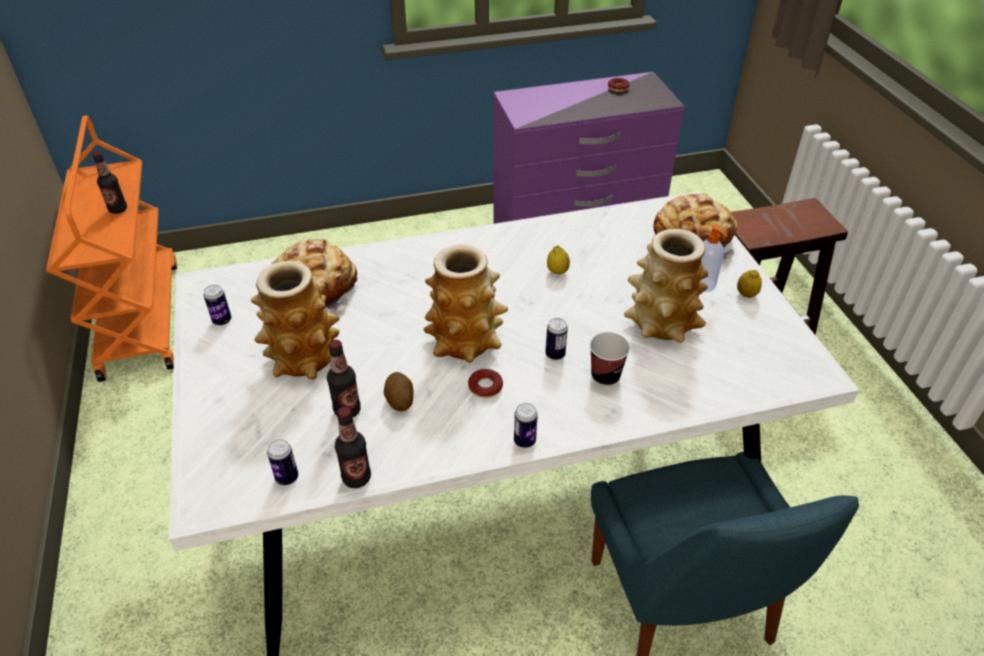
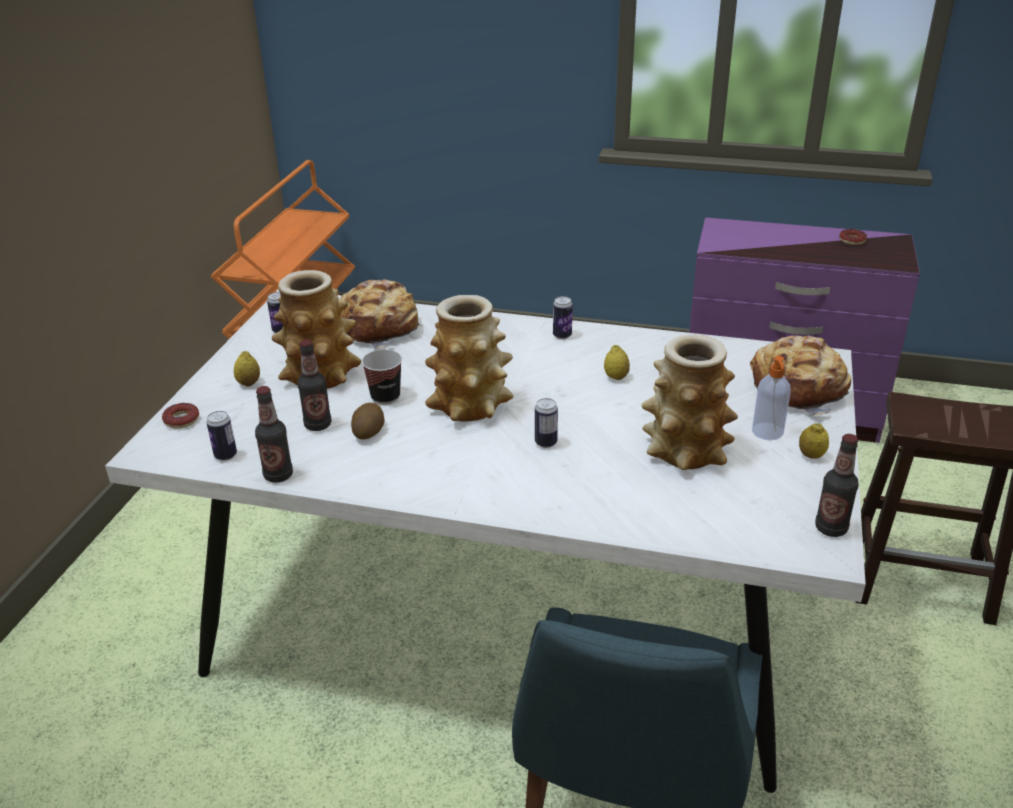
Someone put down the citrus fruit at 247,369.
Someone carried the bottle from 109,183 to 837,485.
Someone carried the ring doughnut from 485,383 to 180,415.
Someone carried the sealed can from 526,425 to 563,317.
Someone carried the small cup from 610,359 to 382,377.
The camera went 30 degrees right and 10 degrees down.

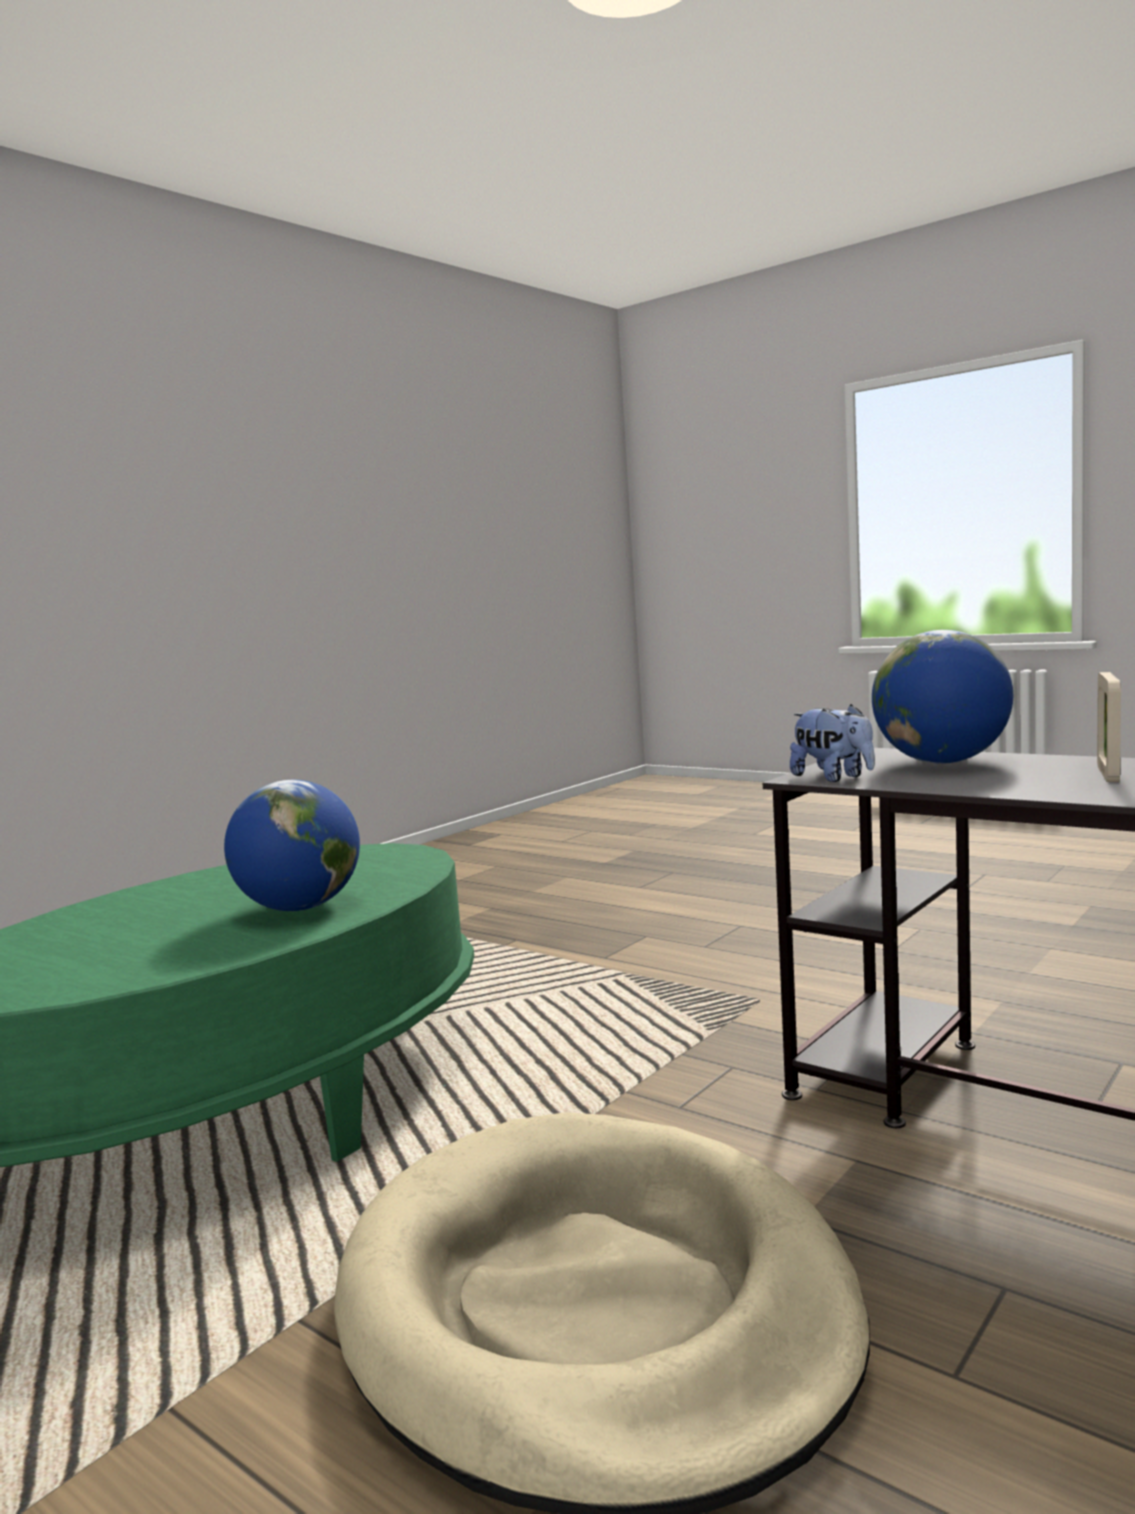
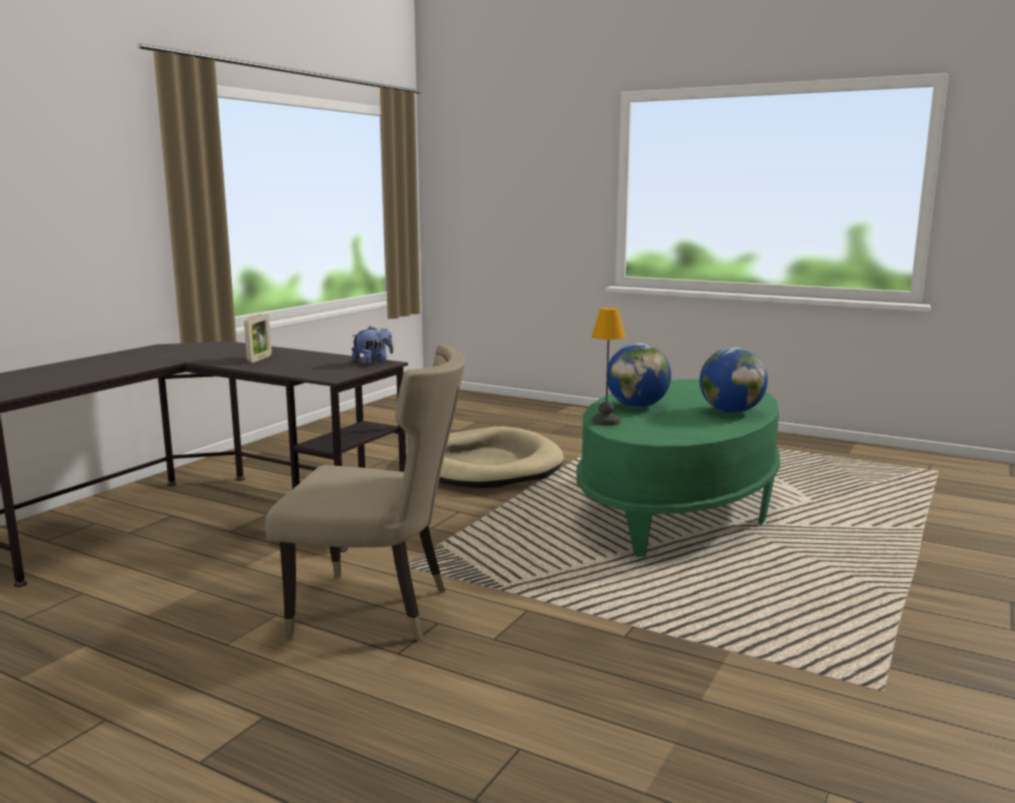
Someone put down the upright chair (sand-coloured) at 365,492.
Someone put down the lamp for a table at 608,366.
Someone carried the desk globe from 942,697 to 734,380.
Someone rotated the soft toy at 832,743 by 90 degrees clockwise.
The camera went 170 degrees right and 5 degrees up.

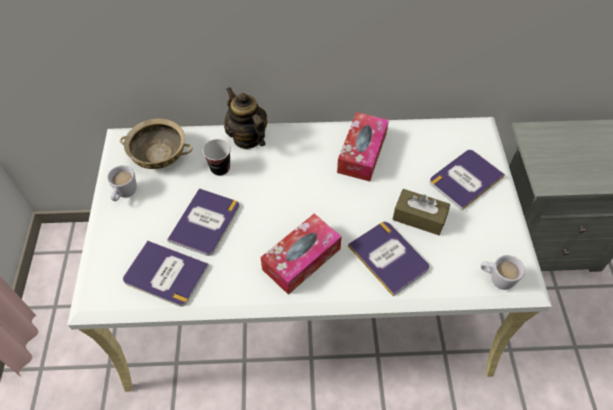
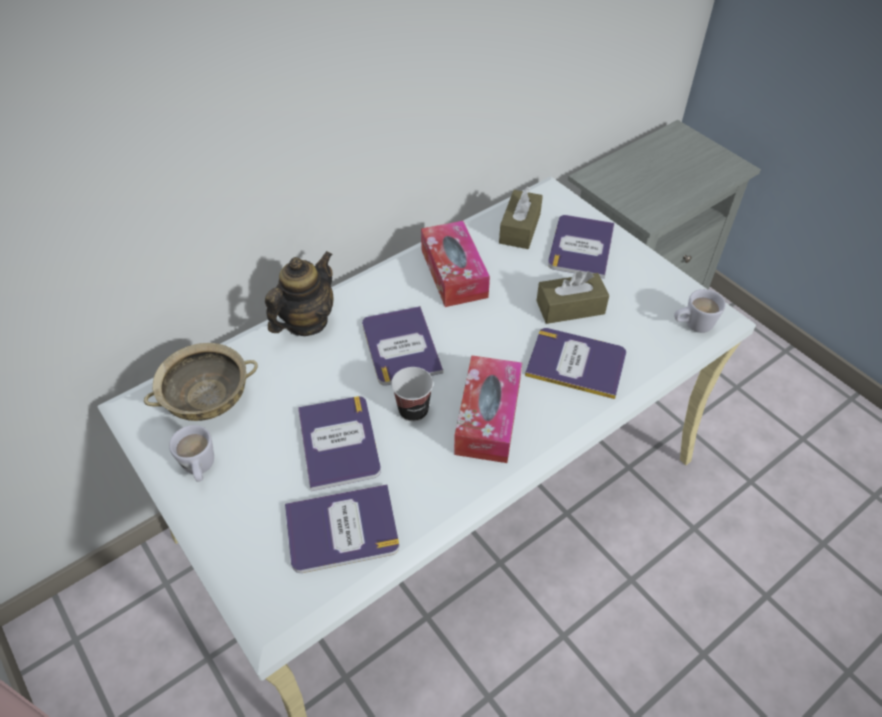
Someone put down the bound book at 402,345.
Someone put down the tissue box (brown) at 521,218.
Someone carried the small cup from 217,157 to 412,394.
Someone rotated the pot for tea at 245,118 by 105 degrees clockwise.
The camera went 35 degrees left and 5 degrees down.

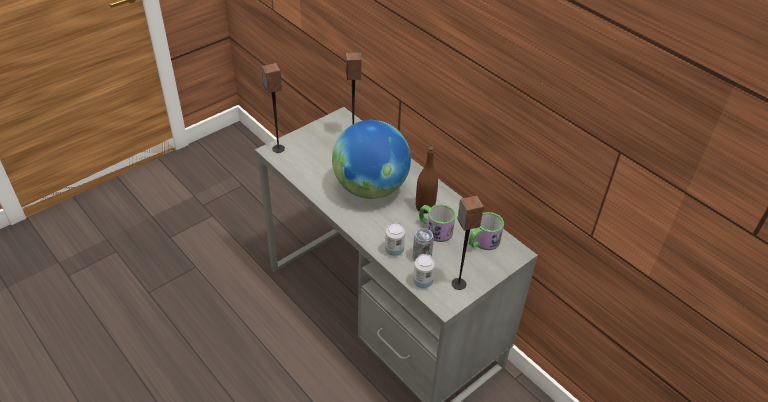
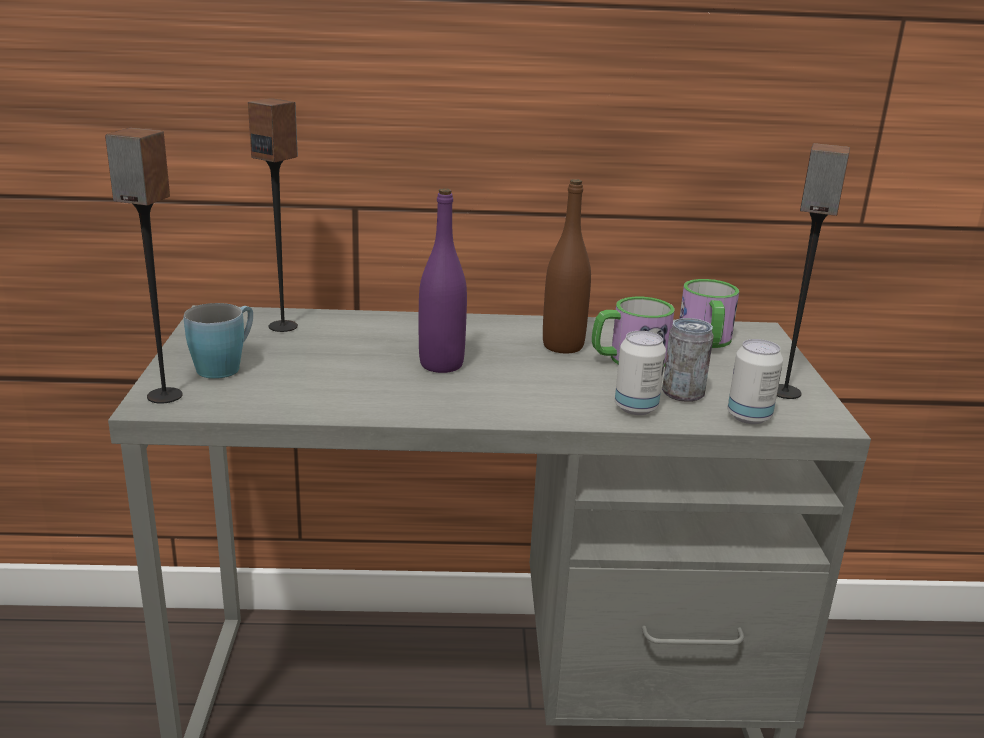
Someone put down the mug (blue) at 218,341.
Someone swapped the desk globe at 371,159 for the bottle (purple-coloured) at 443,280.
The camera went 50 degrees left and 20 degrees down.

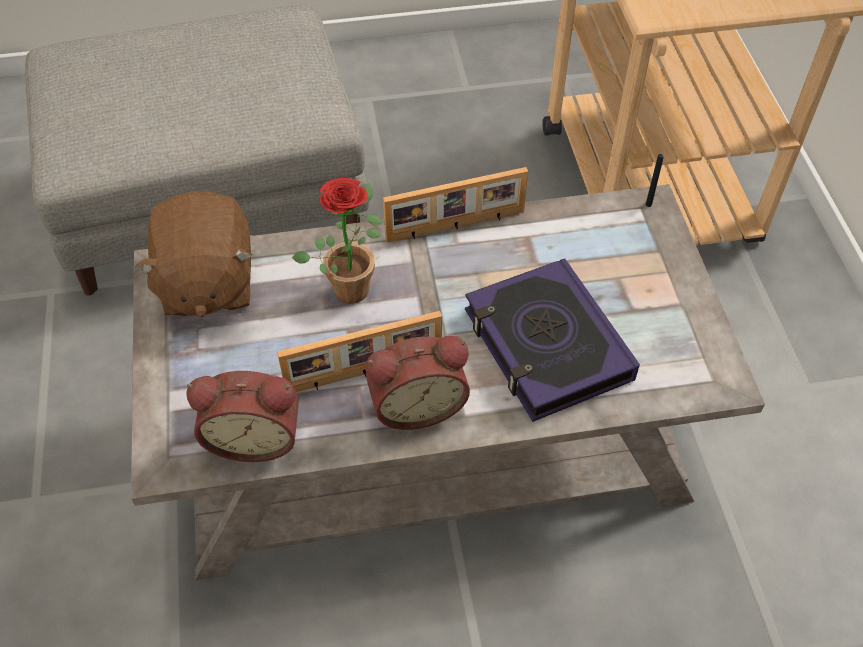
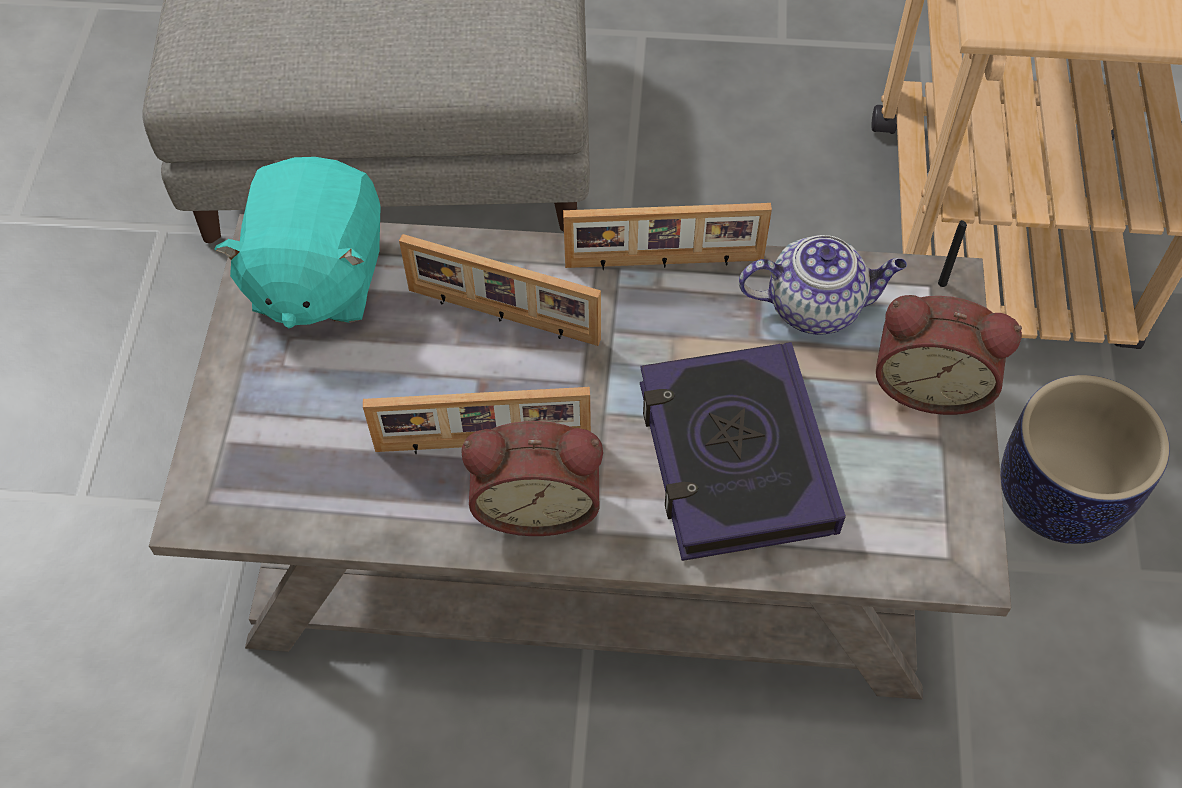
Someone put down the pot for tea at 823,285.
Someone put down the planter at 1085,459.
Someone carried the alarm clock from 242,416 to 949,355.
Someone swapped the potted plant at 337,241 for the picture frame at 500,290.
Someone repainted the soft toy (brown) at 193,254, which became the soft toy (turquoise) at 298,242.
The camera went 15 degrees right and 5 degrees up.

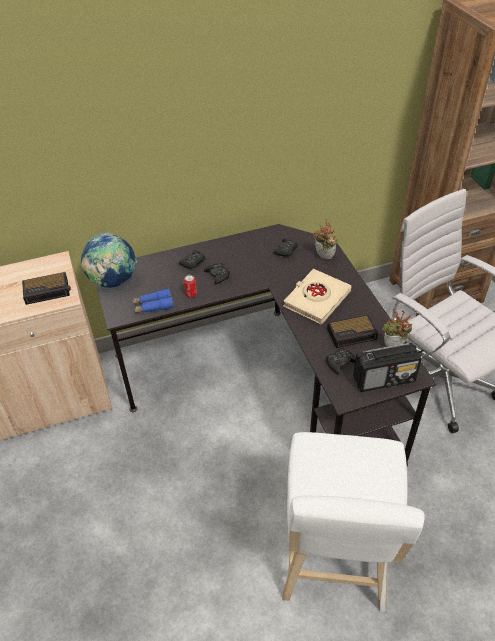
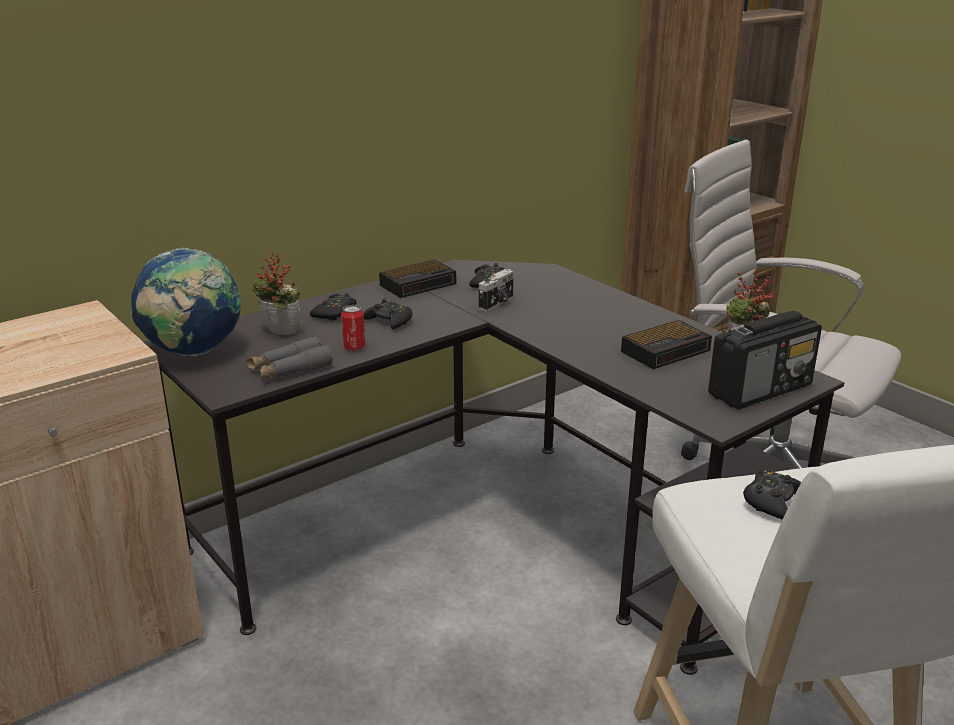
Someone took away the bound book (sand-coloured) at 317,296.
Someone put down the still camera at 496,290.
Someone carried the alarm clock from 46,288 to 417,278.
Someone carried the potted plant from 325,239 to 275,293.
Someone carried the game controller (blackish) from 341,361 to 772,495.
Someone repainted the binoculars (blue) at 153,300, which became the binoculars (gray) at 289,358.
The camera went 20 degrees left and 20 degrees down.

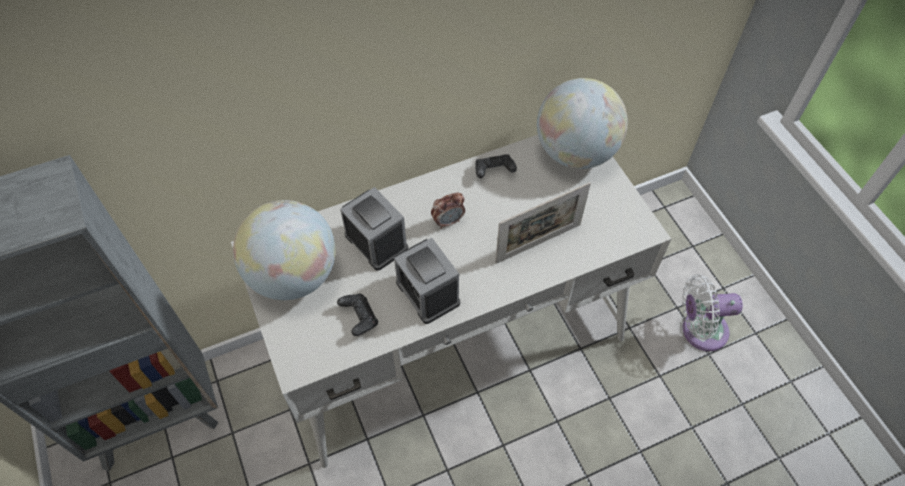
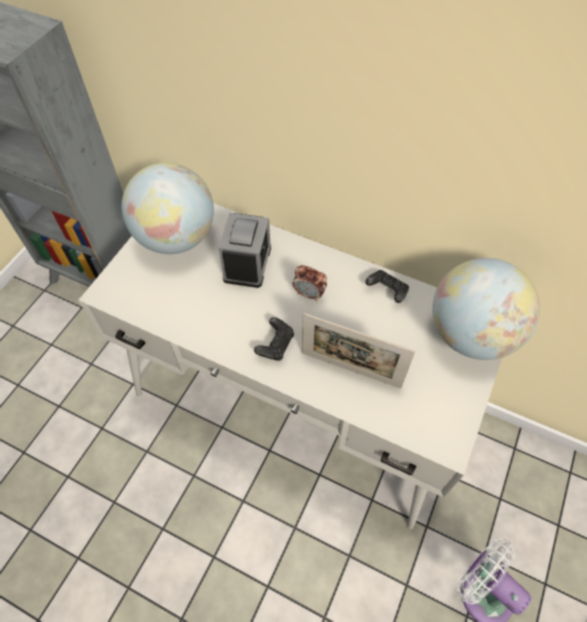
Someone took away the alarm clock at 427,281.
Someone carried the game controller (blackish) from 357,315 to 274,339.
The camera went 50 degrees right and 0 degrees up.

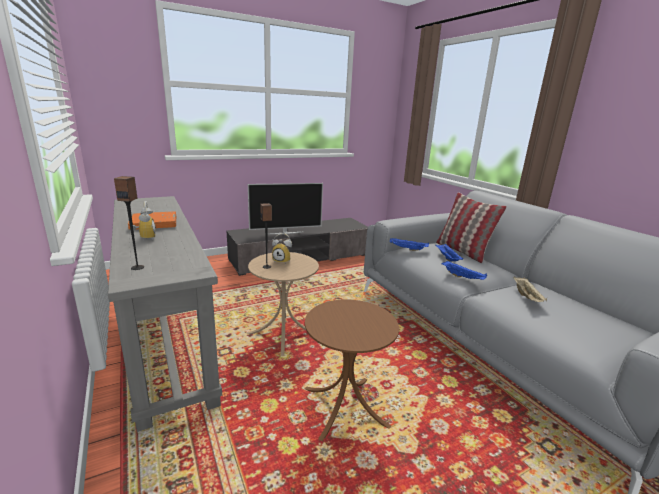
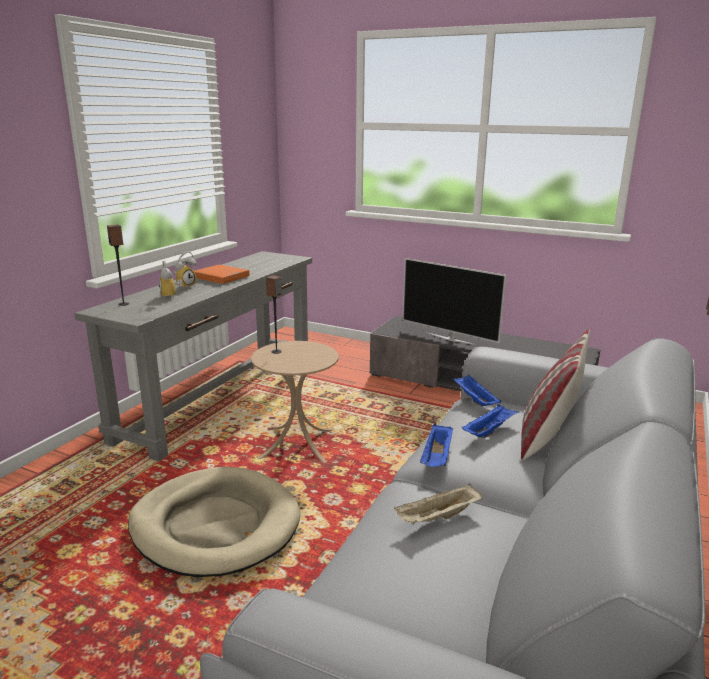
Someone carried the alarm clock from 282,248 to 170,280.
Someone swapped the accent table (brown) at 351,370 for the dog bed (sand-coloured) at 214,522.
The camera went 55 degrees right and 0 degrees up.

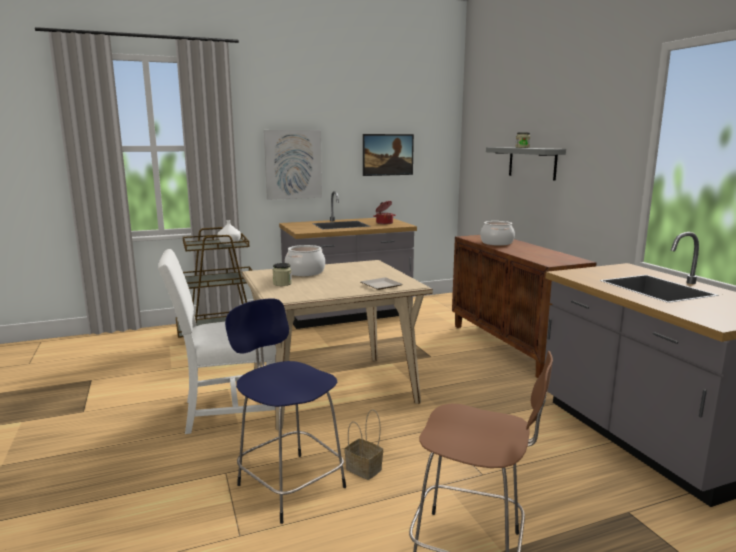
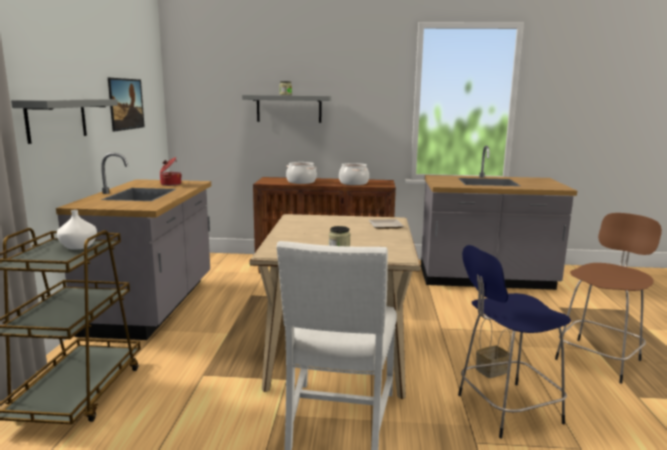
Someone carried the saucepot from 305,260 to 354,174.
Someone swapped the wall picture at 293,165 for the bracket shelf (gray) at 64,121.
The camera went 65 degrees left and 0 degrees up.

